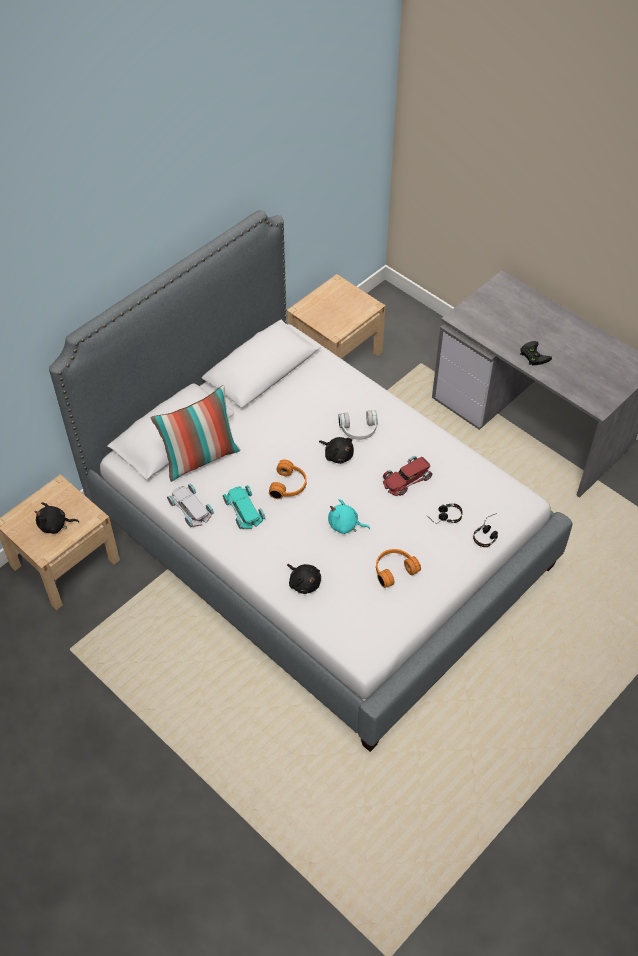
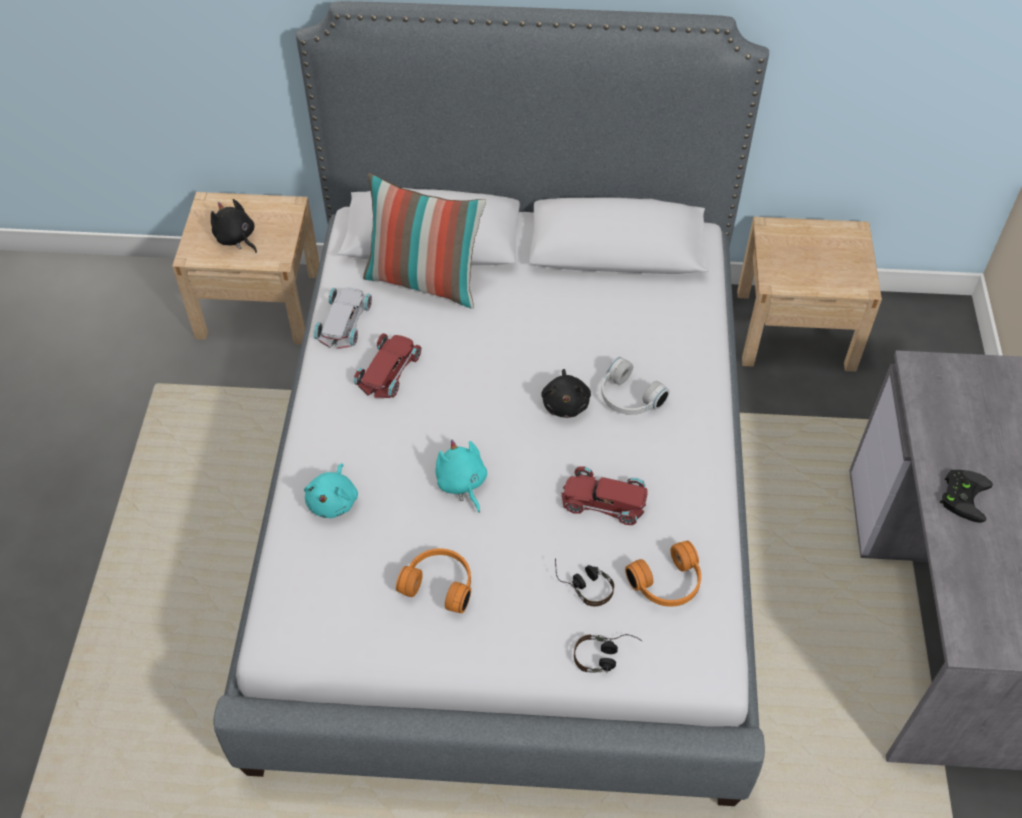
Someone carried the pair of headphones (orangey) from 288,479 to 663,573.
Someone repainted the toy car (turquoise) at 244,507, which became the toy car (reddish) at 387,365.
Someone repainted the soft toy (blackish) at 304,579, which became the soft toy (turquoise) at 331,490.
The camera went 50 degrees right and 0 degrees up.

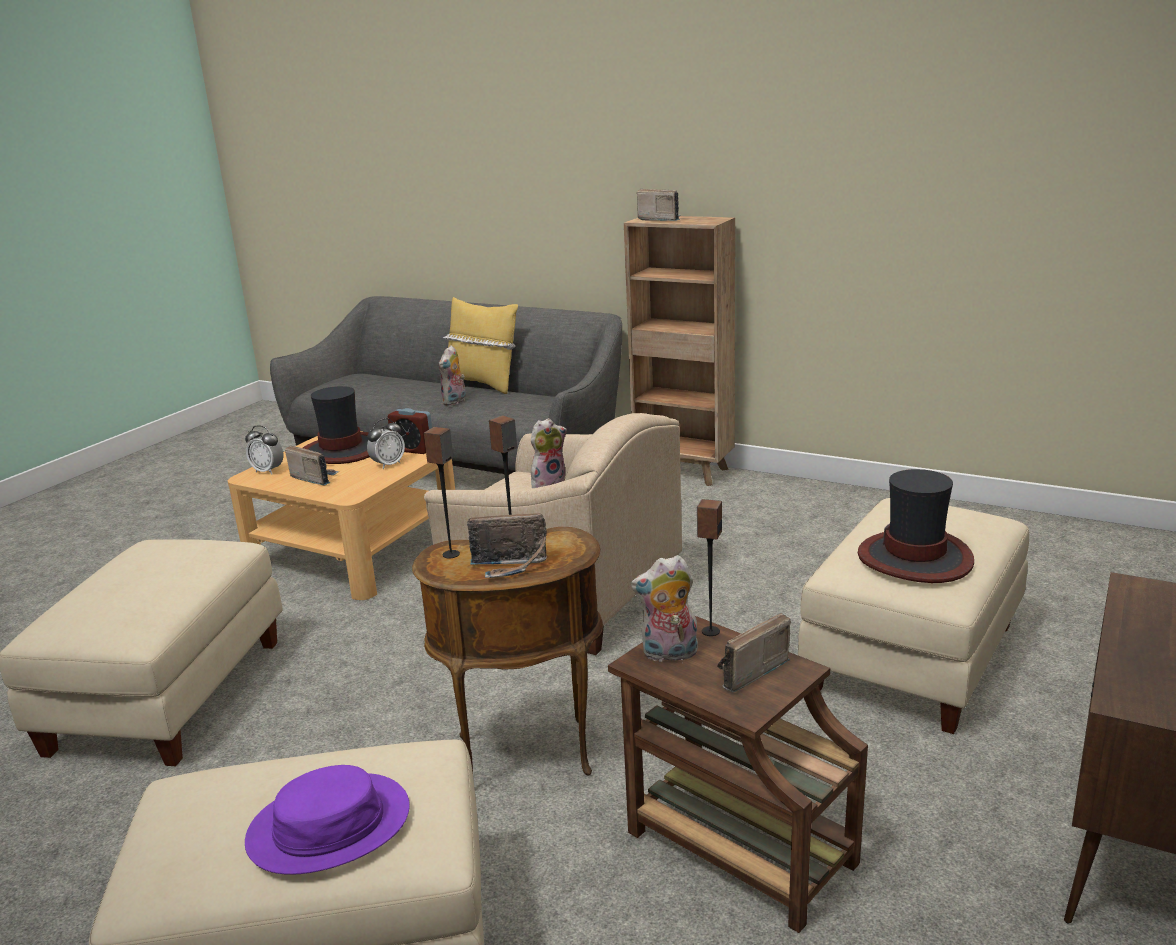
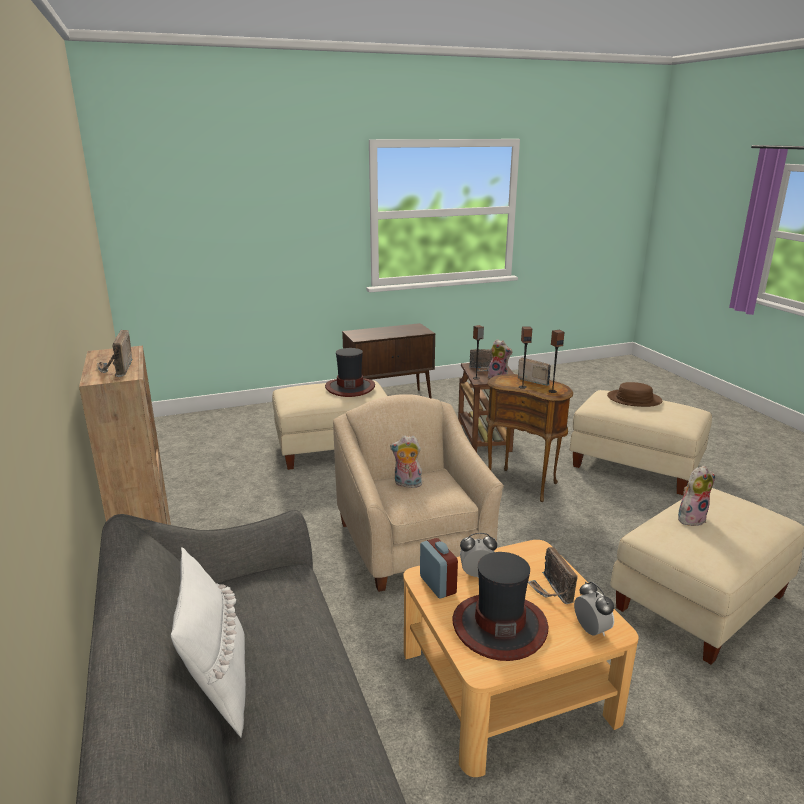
Someone carried the soft toy from 452,375 to 696,496.
Someone repainted the hat (purple-coloured) at 327,820, which became the hat (brown) at 634,394.
Someone repainted the throw pillow (yellow) at 480,345, which became the throw pillow (white) at 208,642.
The camera went 140 degrees left and 0 degrees up.

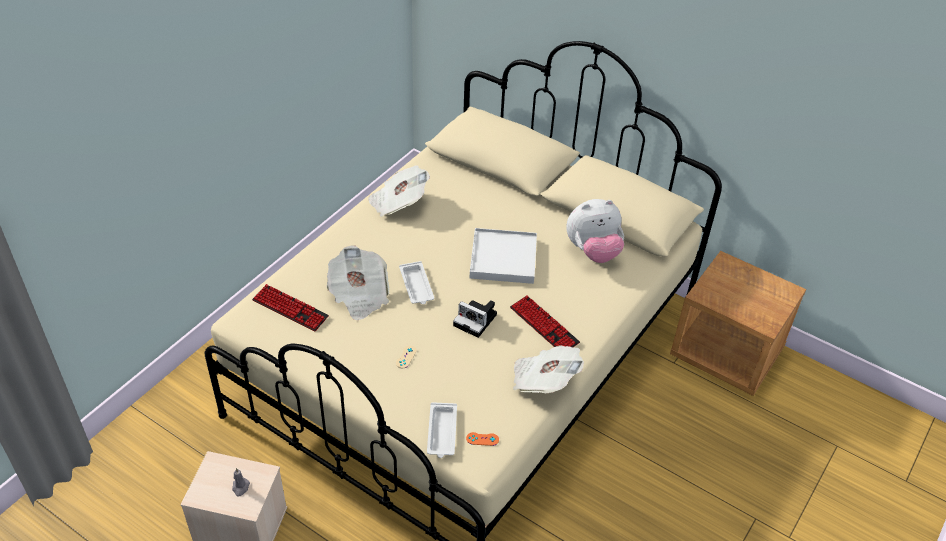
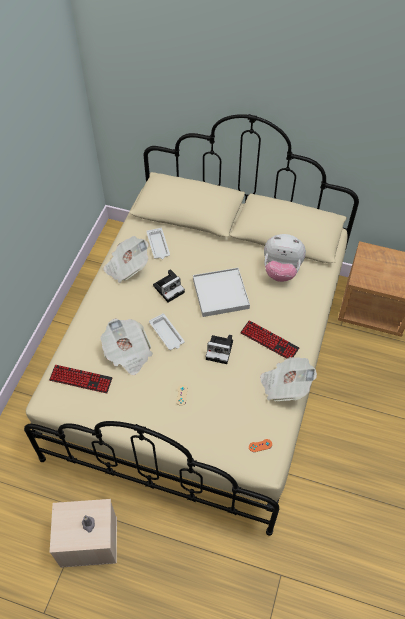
Someone put down the still camera at 169,285.
Someone carried the carrying tray (white) from 442,430 to 158,243.
Someone rotated the soft toy at 595,231 by 45 degrees clockwise.
The camera went 15 degrees left and 10 degrees up.

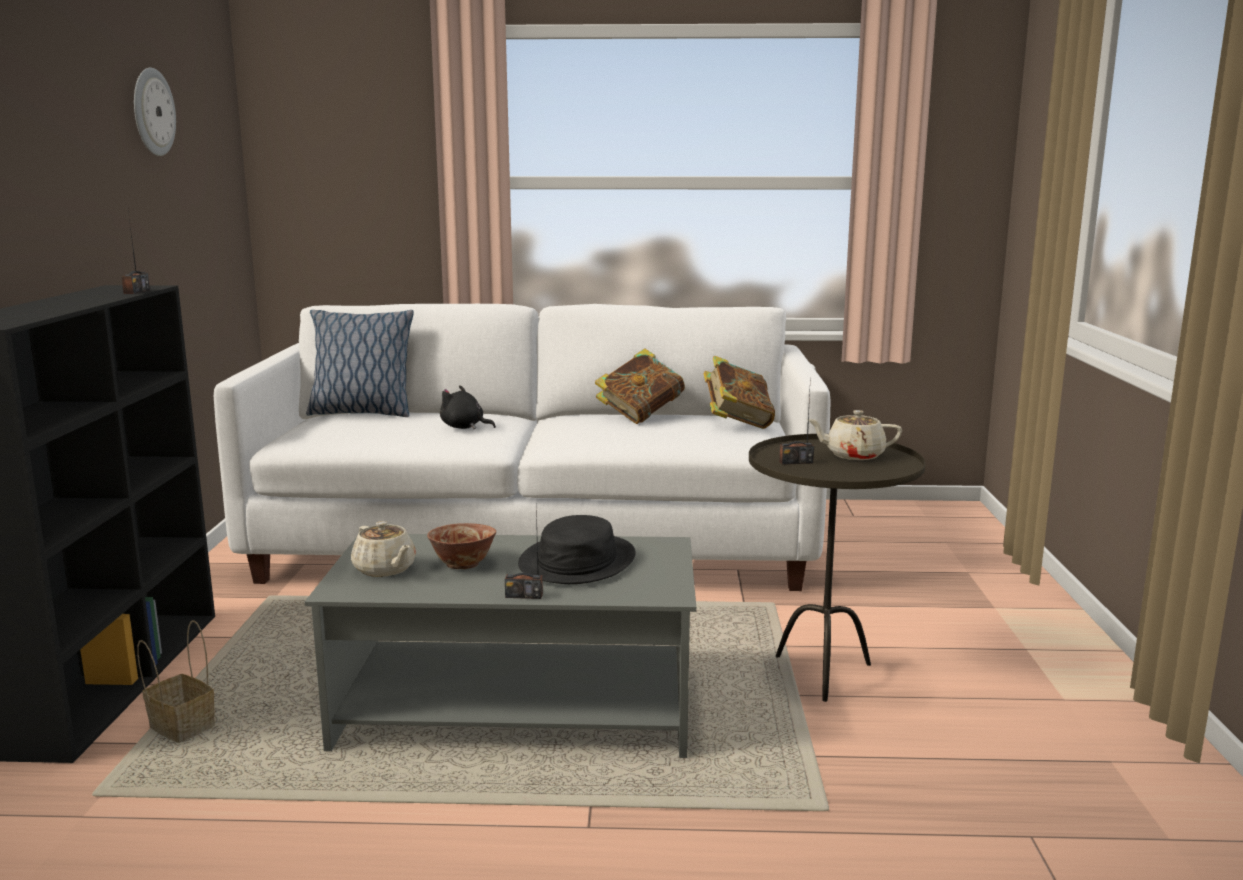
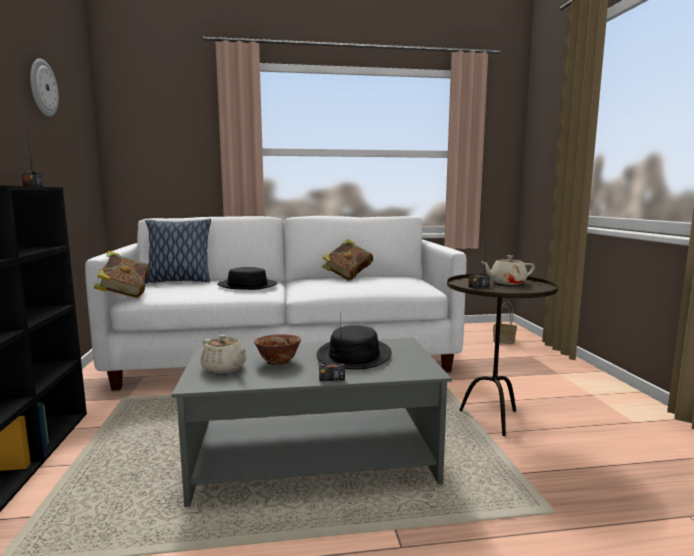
Someone carried the basket from 176,681 to 505,322.
Someone carried the bound book from 739,392 to 121,274.
Someone swapped the soft toy (blackish) at 468,407 for the hat (blackish) at 247,278.
The camera went 10 degrees left and 5 degrees down.

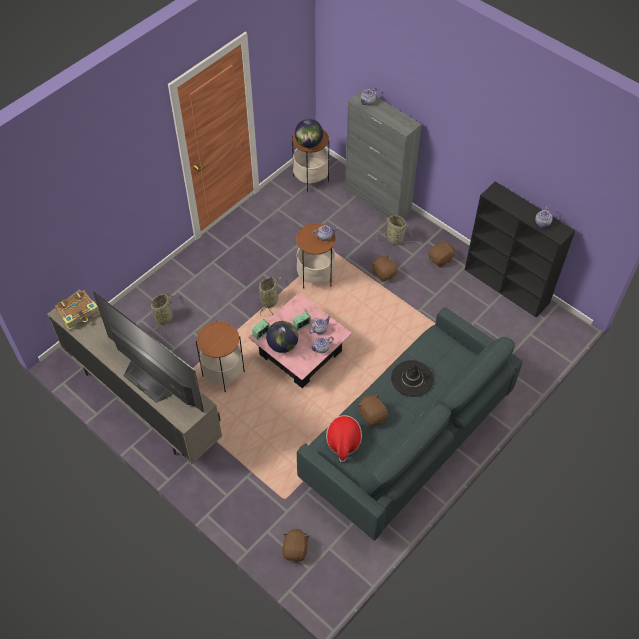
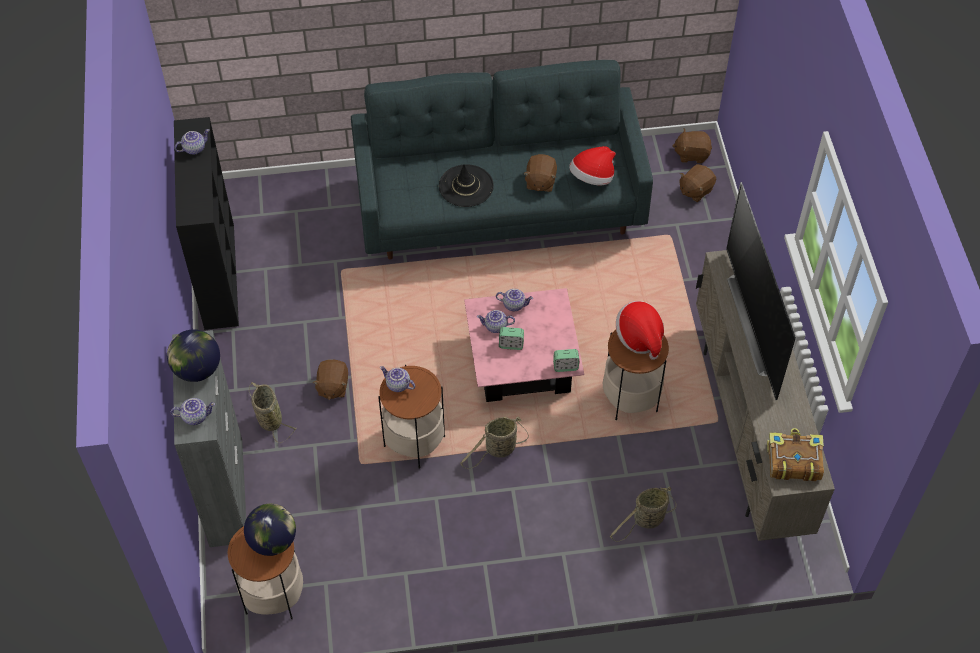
Someone put down the hat at 640,330.
Someone carried the desk globe from 282,337 to 193,355.
Someone carried the soft toy (brown) from 441,254 to 692,145.
The camera went 140 degrees left and 0 degrees up.

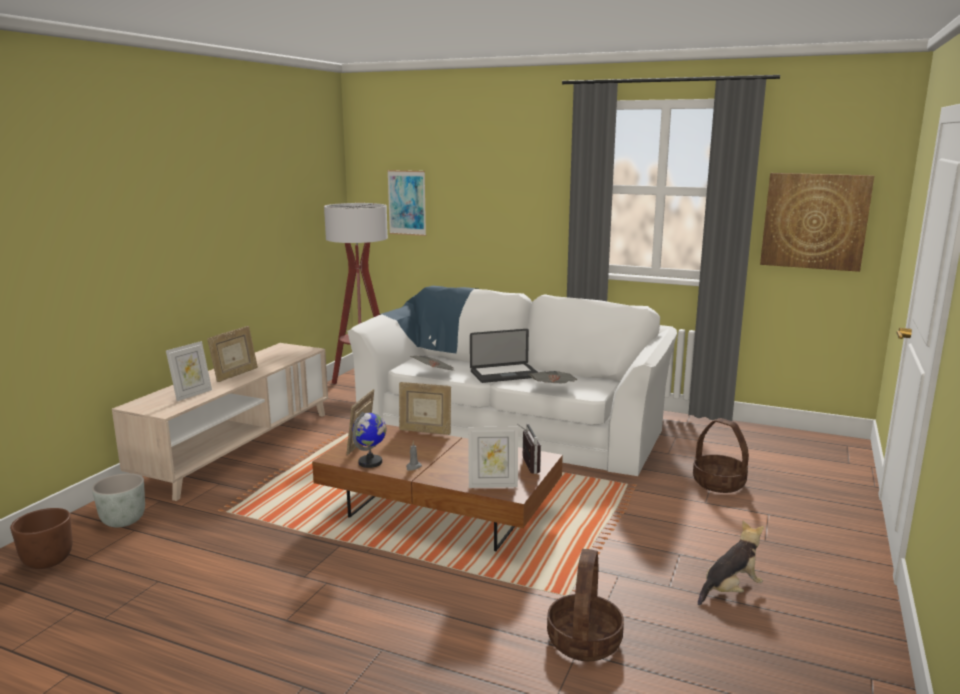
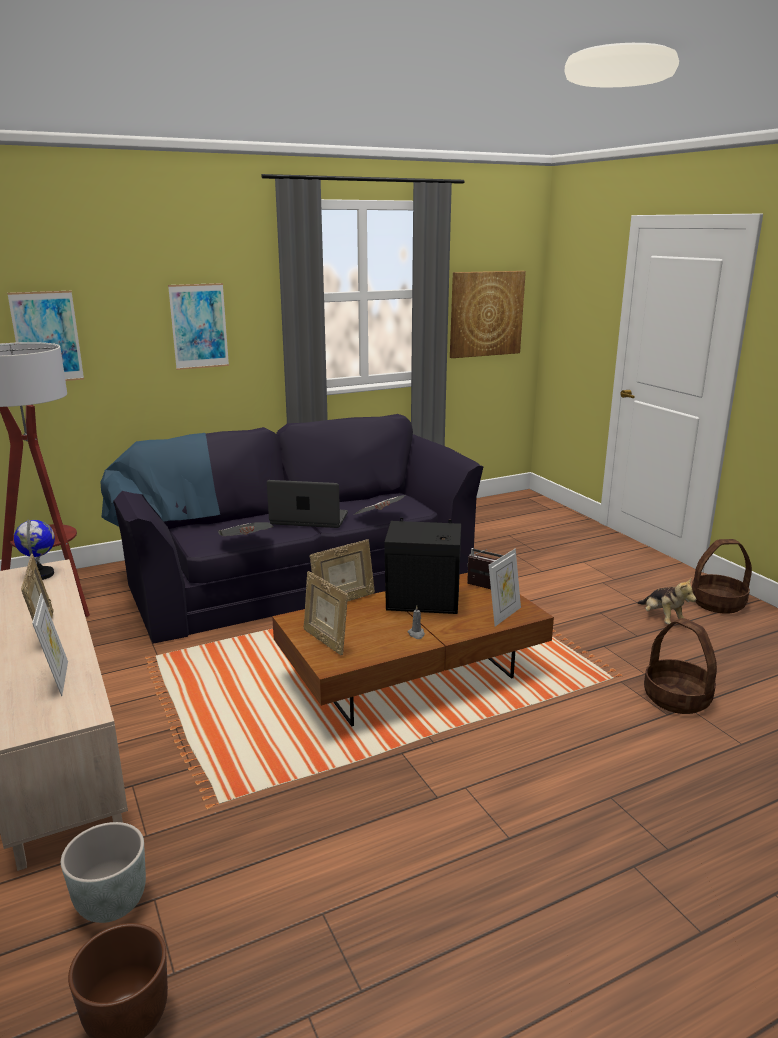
Someone put up the wall picture at 198,326.
Someone put down the audio speaker (blackish) at 422,566.
Someone carried the desk globe from 369,440 to 34,550.
Someone carried the basket from 721,455 to 722,576.
Someone repainted the couch (white) at 512,381, which became the couch (blackish) at 292,529.
Someone rotated the laptop at 503,356 by 105 degrees counterclockwise.
Someone rotated the soft toy at 731,563 by 150 degrees clockwise.
The camera went 50 degrees left and 5 degrees up.

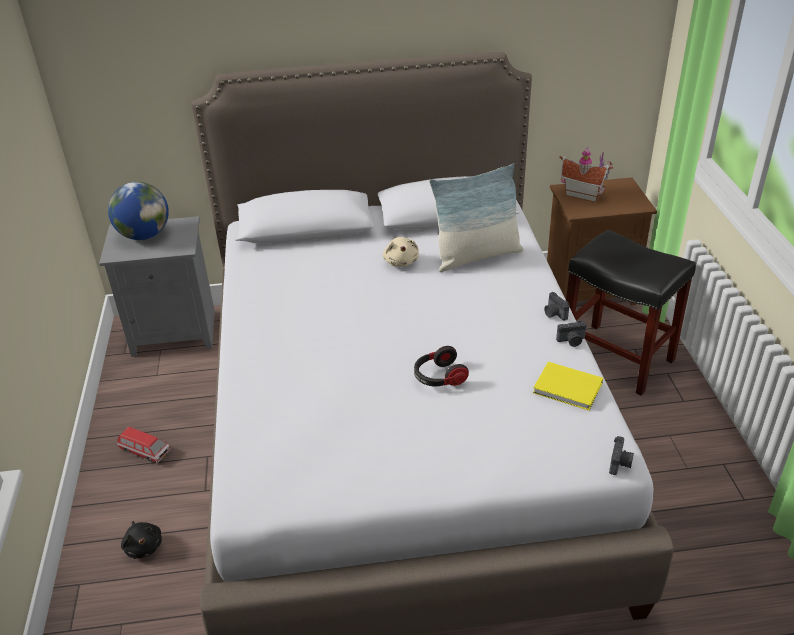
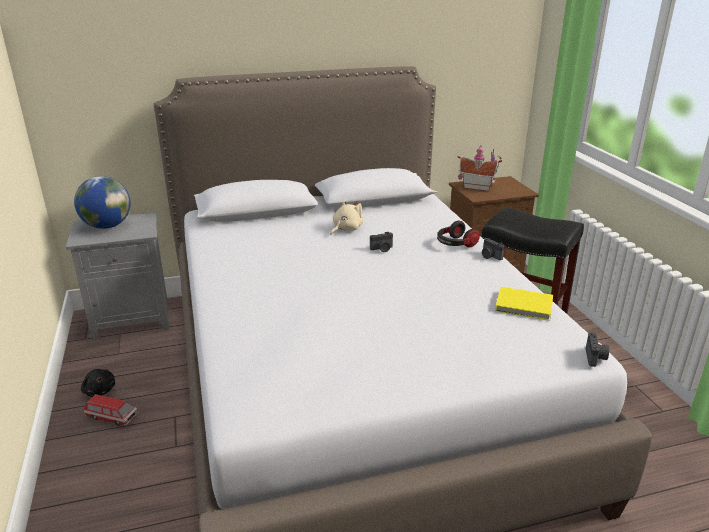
Someone took away the throw pillow at 476,217.
Someone carried the soft toy (blackish) from 141,540 to 98,383.
Someone carried the pair of headphones from 441,366 to 458,234.
Someone carried the still camera from 571,333 to 381,242.
Someone rotated the soft toy (sand-coloured) at 401,252 by 120 degrees counterclockwise.
The camera went 10 degrees left and 10 degrees down.

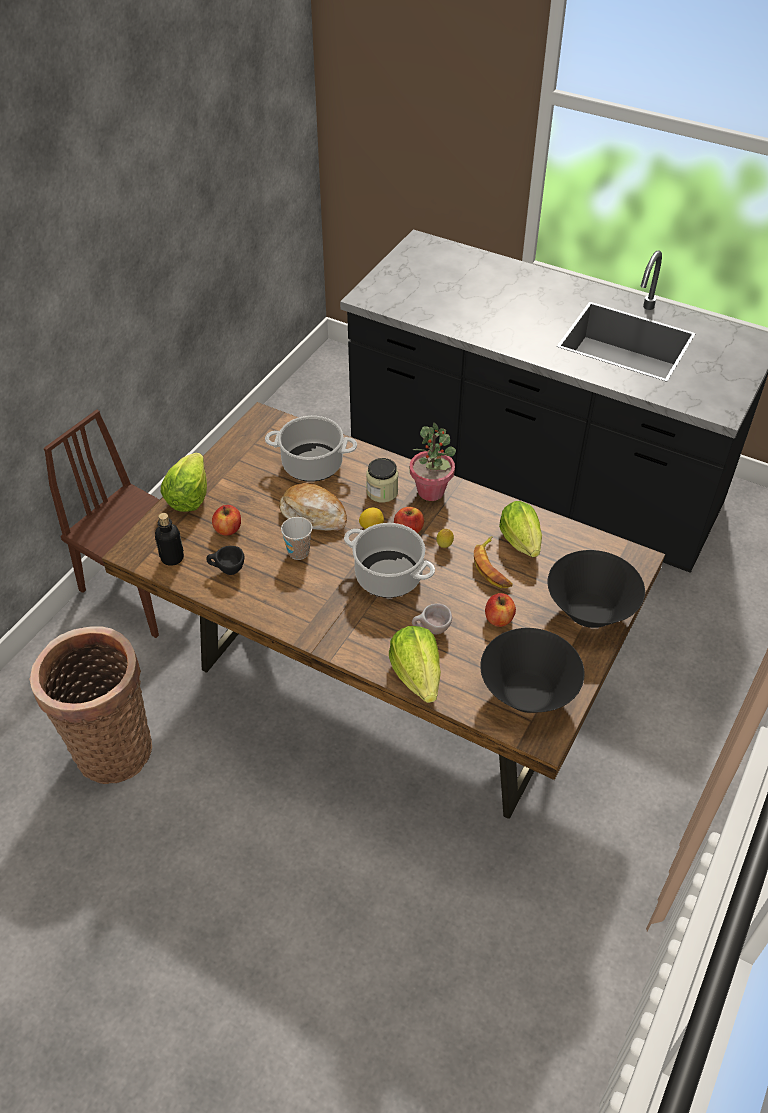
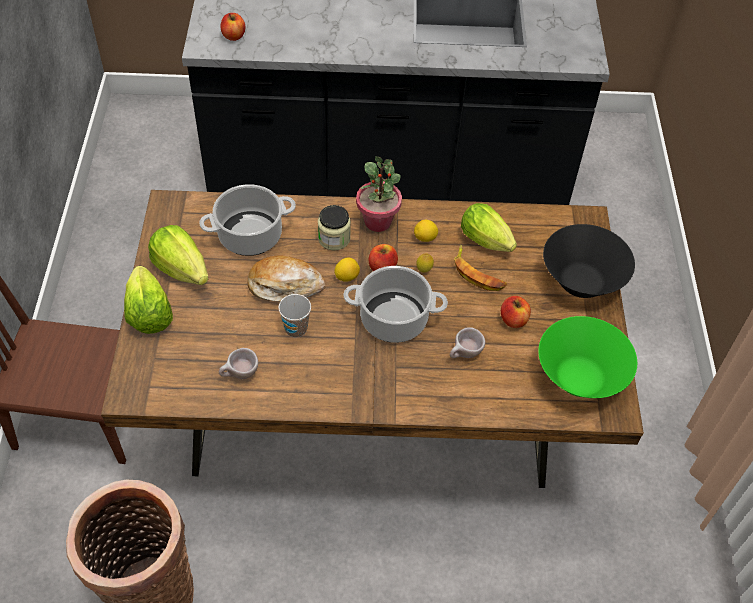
Someone took away the bottle at 169,539.
Someone put down the citrus fruit at 426,231.
Someone carried the whole apple from 226,520 to 232,27.
Someone carried the lettuce from 415,664 to 178,255.
Someone repainted the small cup (blackish) at 225,560, which became the small cup (sand-coloured) at 238,363.
Someone repainted the bowl (blackish) at 532,670, which became the bowl (green-coloured) at 587,357.
The camera went 30 degrees left and 5 degrees up.

